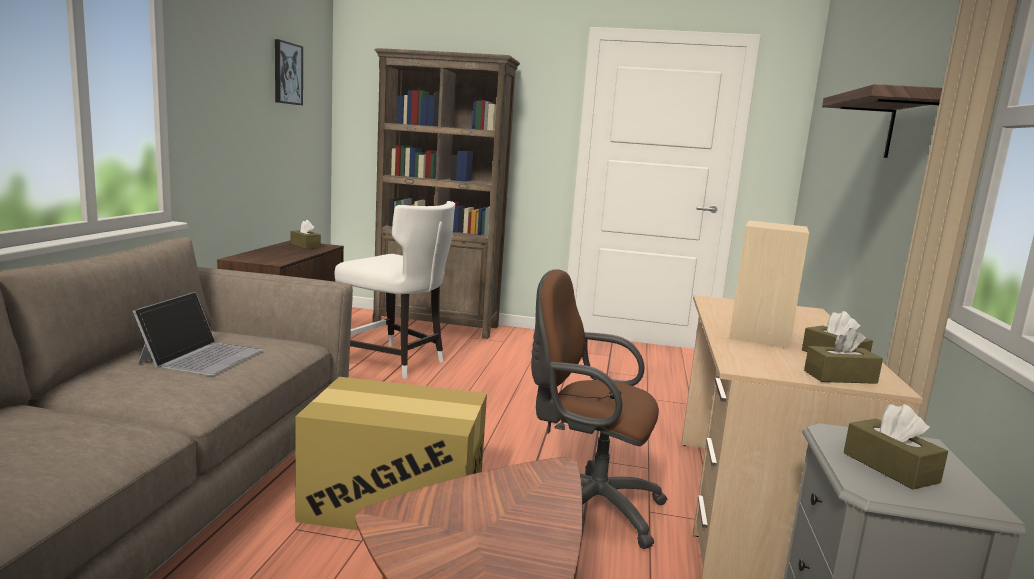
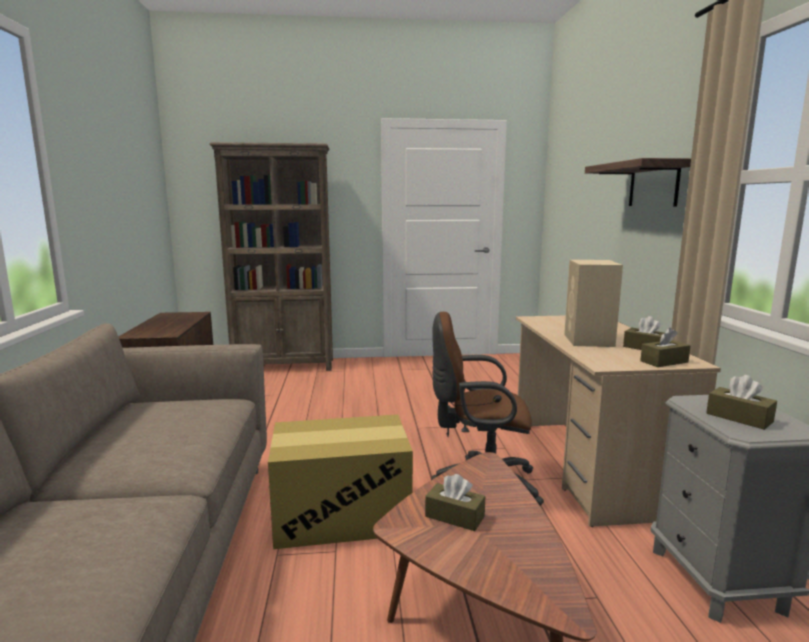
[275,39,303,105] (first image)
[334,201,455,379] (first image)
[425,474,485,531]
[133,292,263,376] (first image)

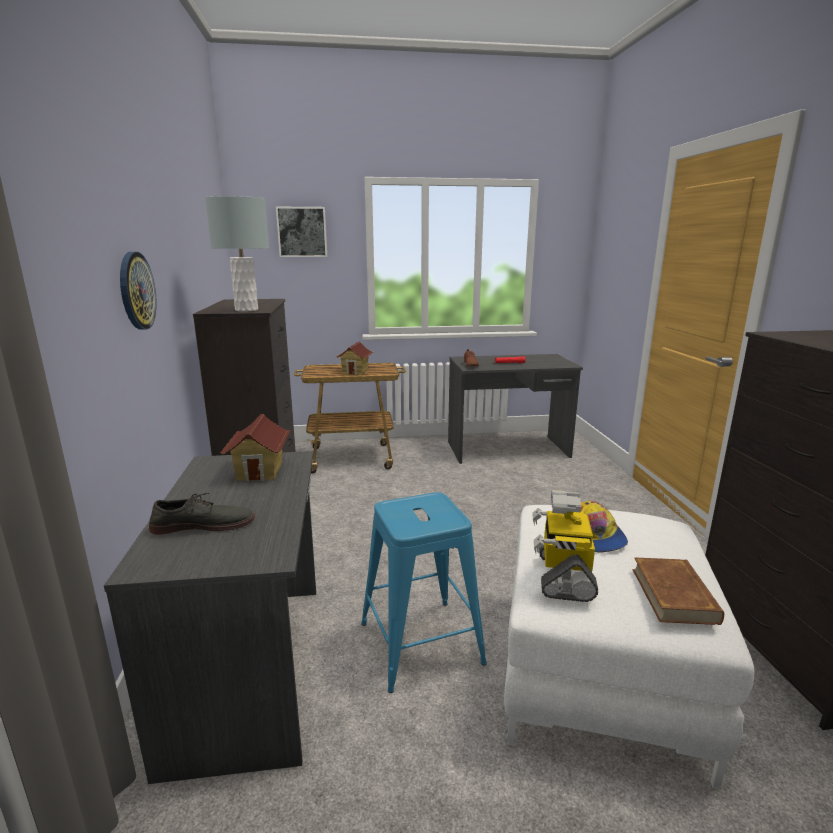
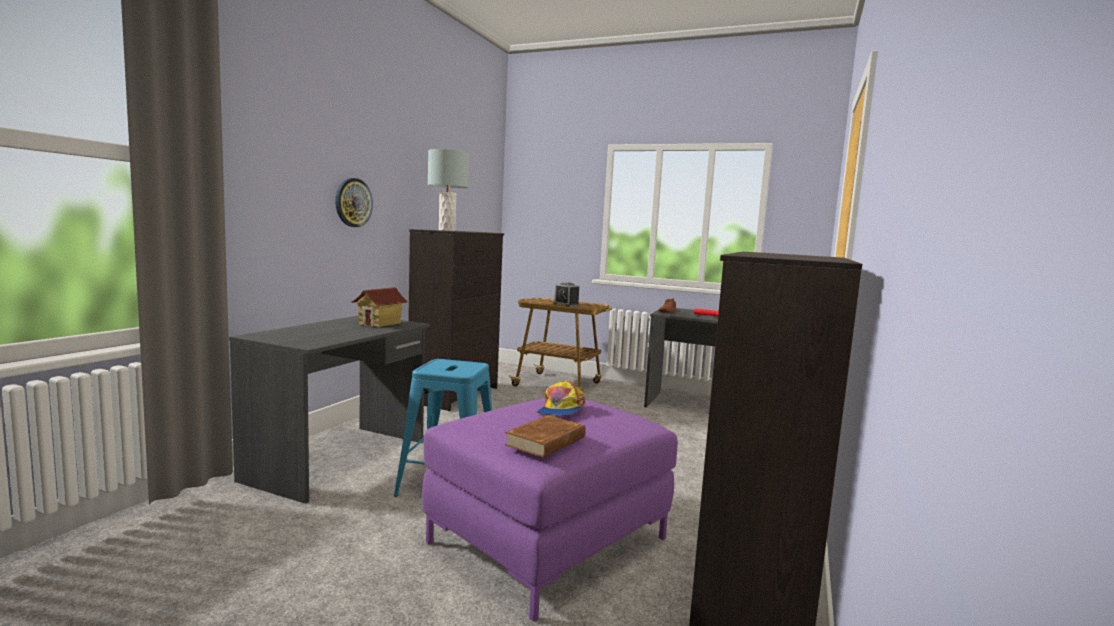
[276,207,327,257] (first image)
[553,283,579,307]
[532,490,598,602] (first image)
[149,493,255,535] (first image)
[422,398,678,622]

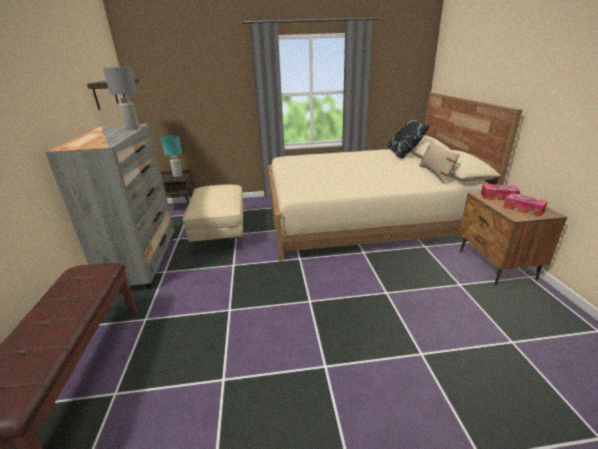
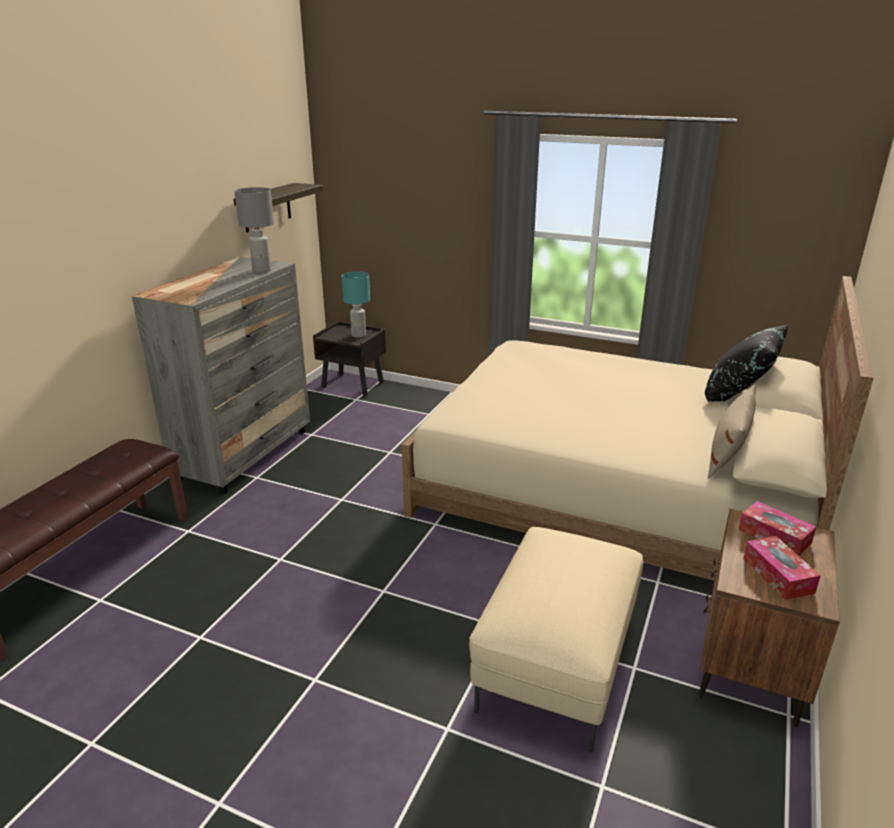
[469,527,643,752]

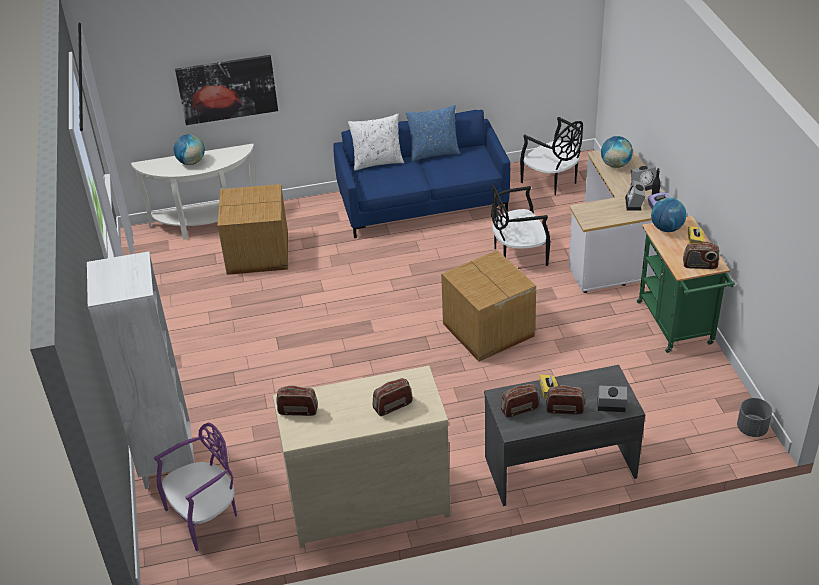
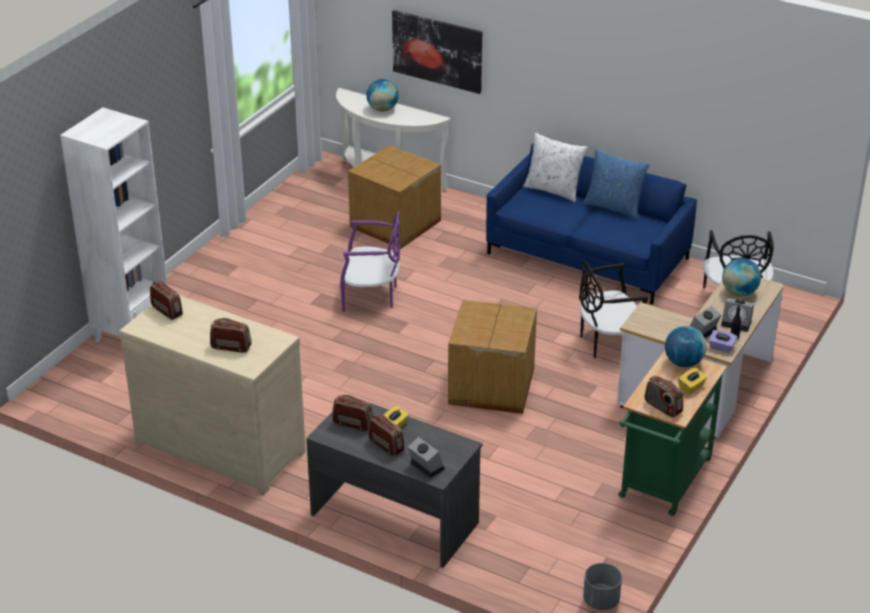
[579,260,648,358]
[340,212,400,312]

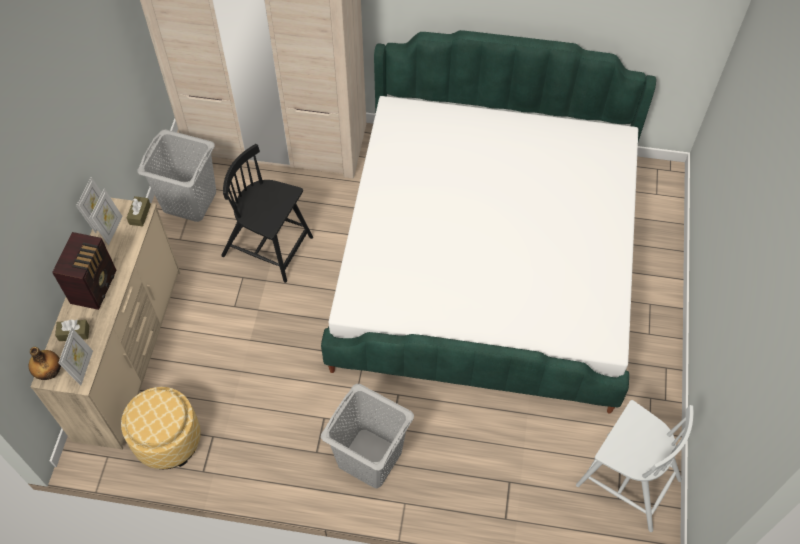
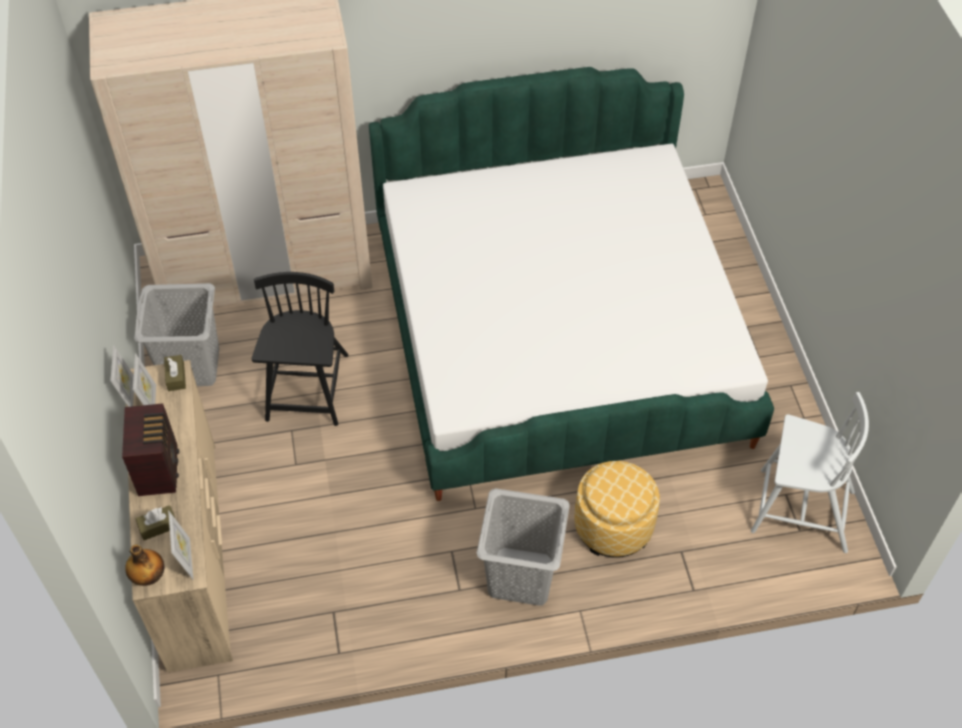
[252,272,348,426]
[575,461,660,558]

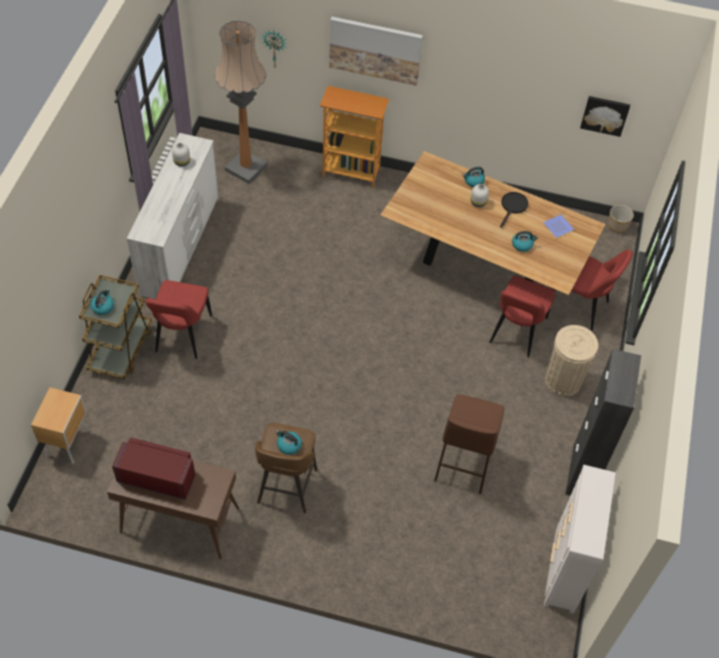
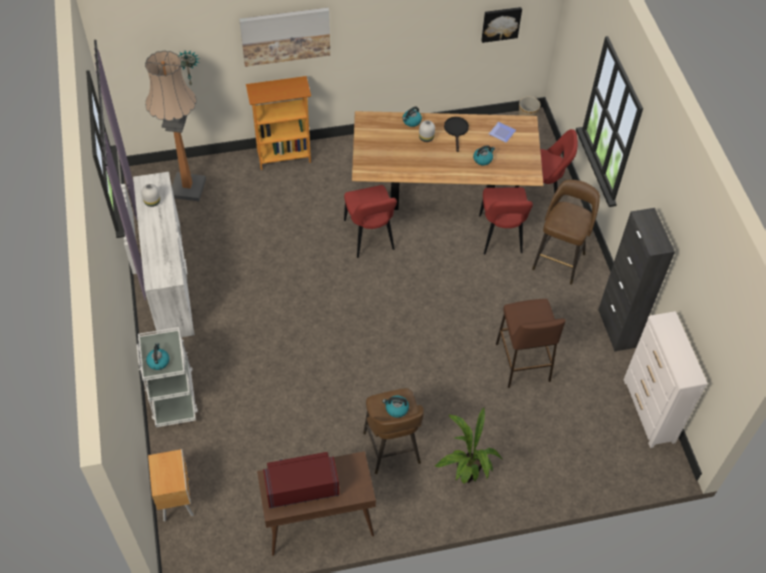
[137,327,198,427]
[344,185,397,258]
[532,180,600,285]
[434,407,503,484]

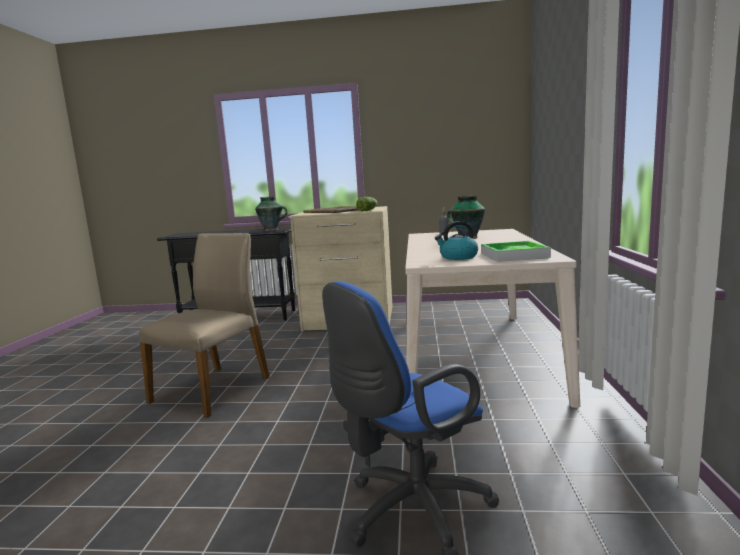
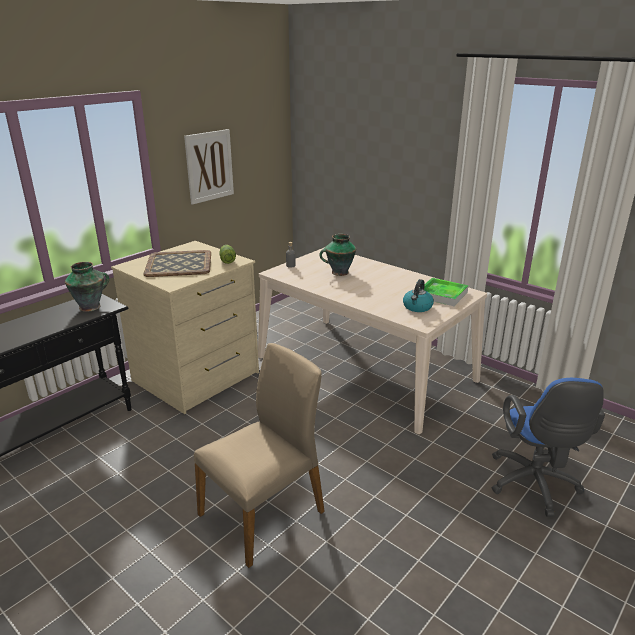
[194,343,325,568]
[184,129,234,205]

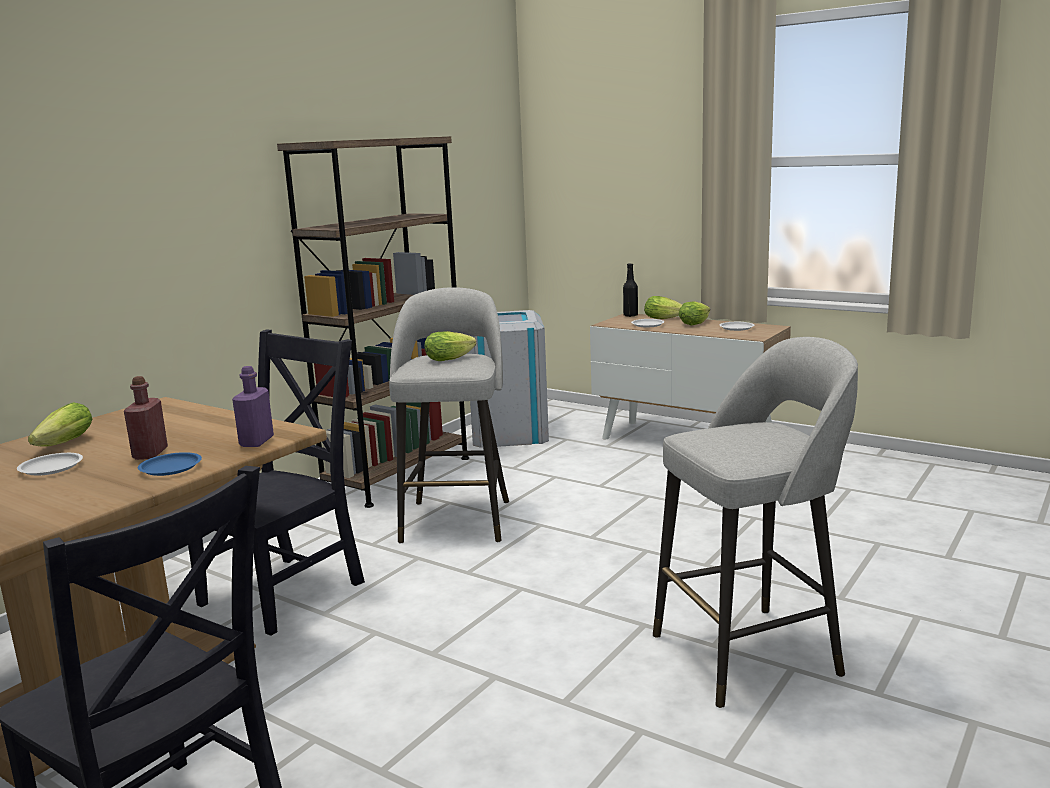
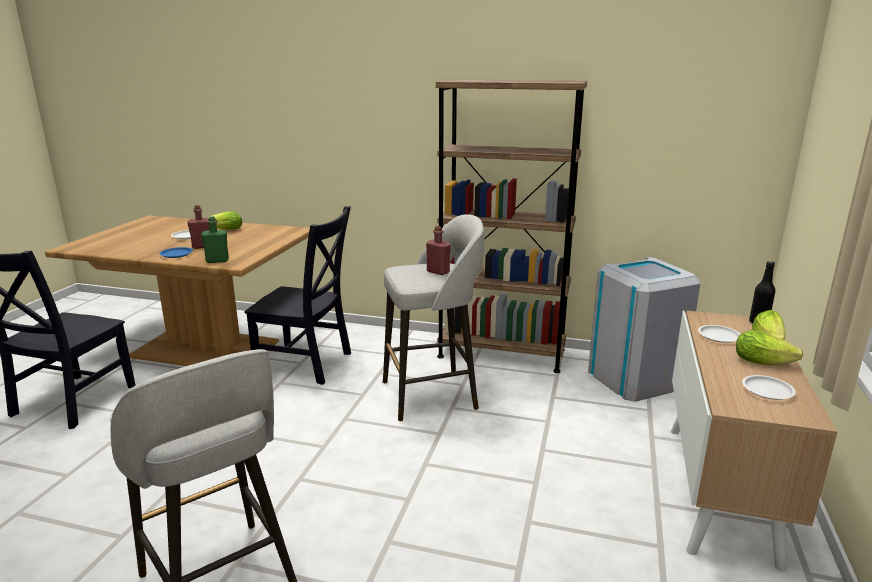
[426,226,451,275]
[201,216,229,263]

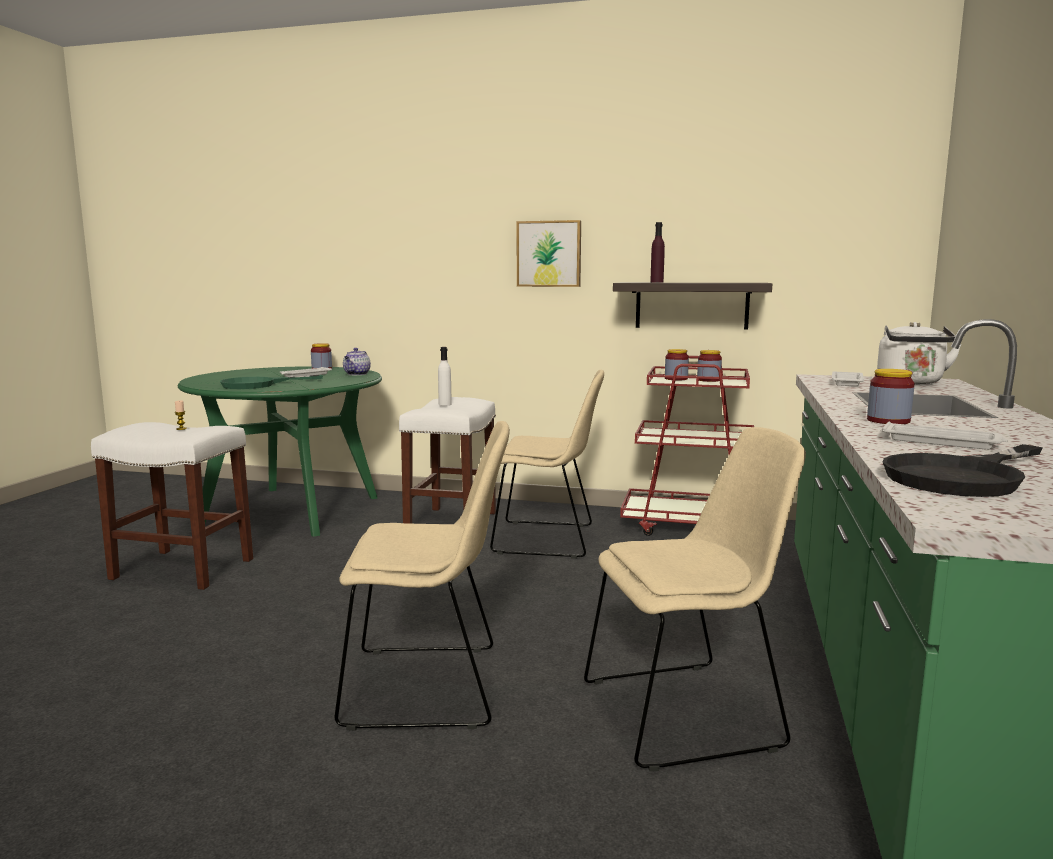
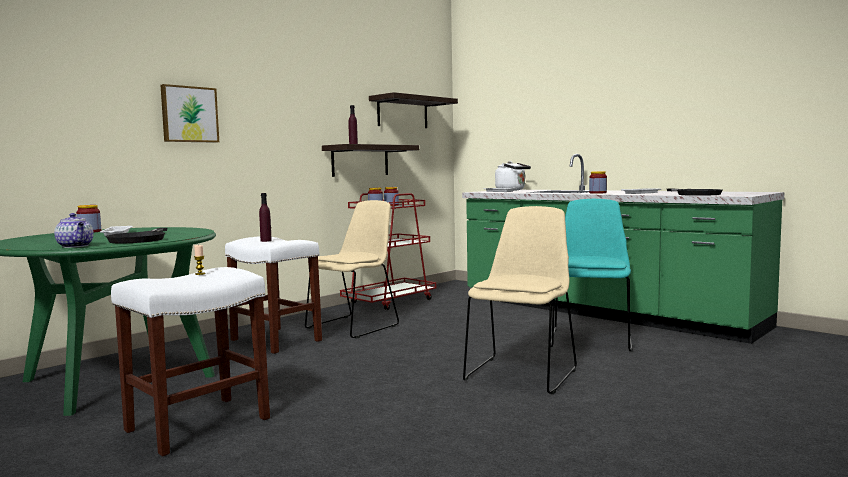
[160,84,219,143]
[259,193,272,242]
[54,213,94,248]
[106,228,167,243]
[551,199,633,352]
[369,92,458,128]

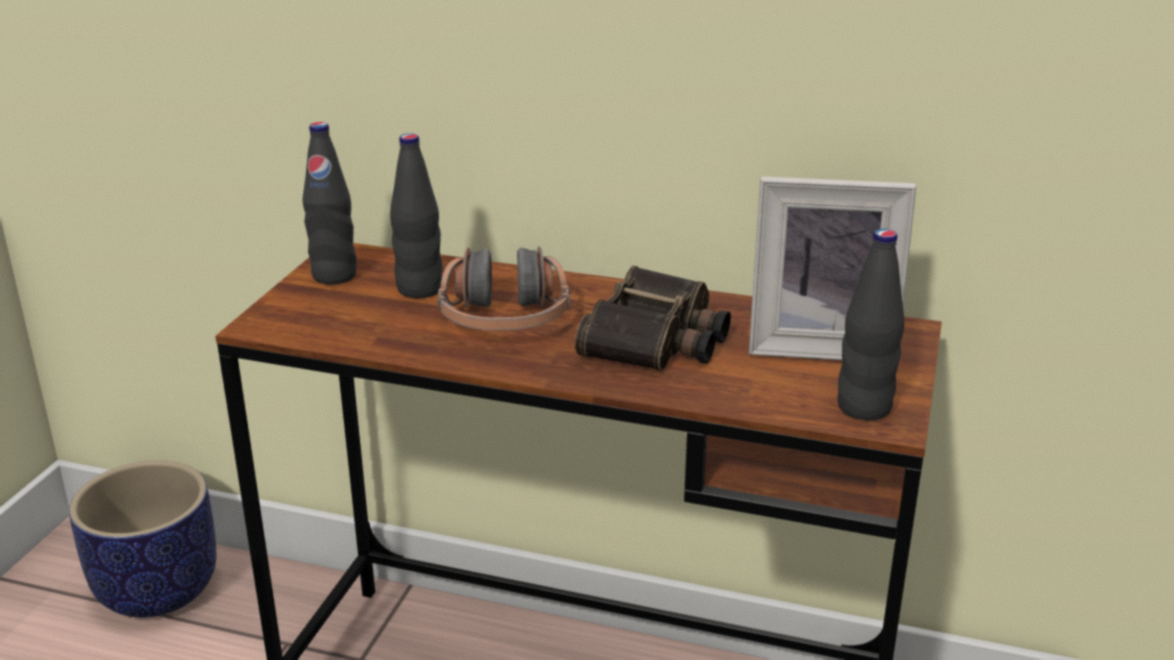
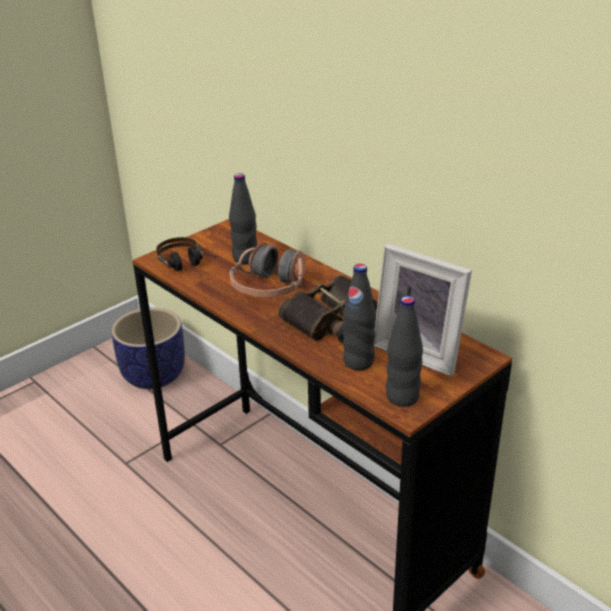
[343,264,376,370]
[156,237,218,271]

